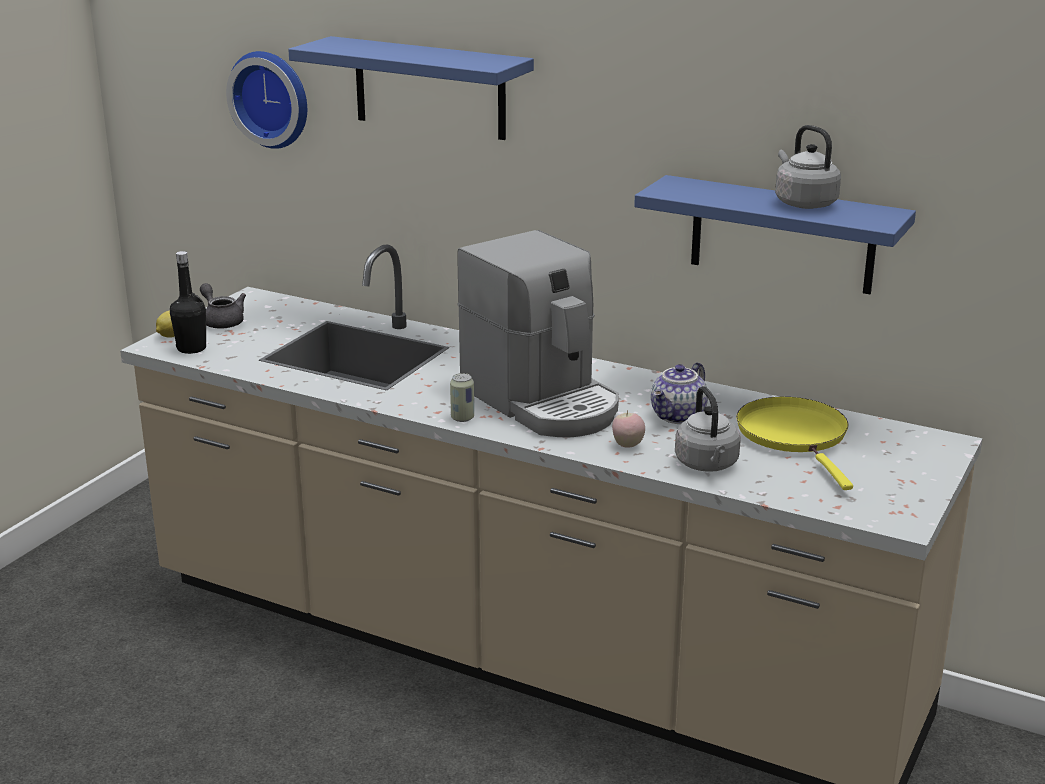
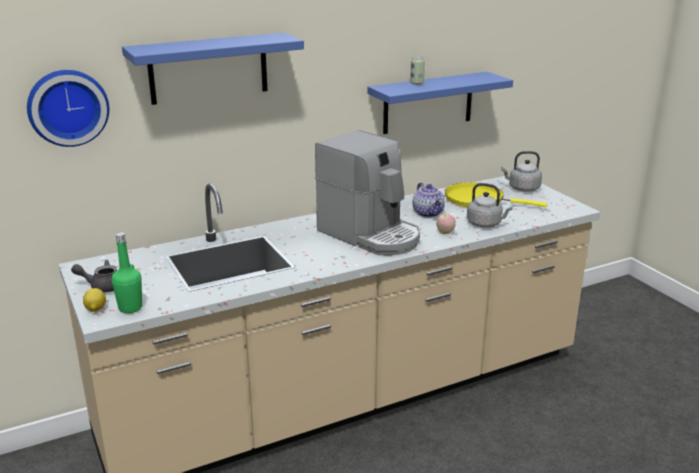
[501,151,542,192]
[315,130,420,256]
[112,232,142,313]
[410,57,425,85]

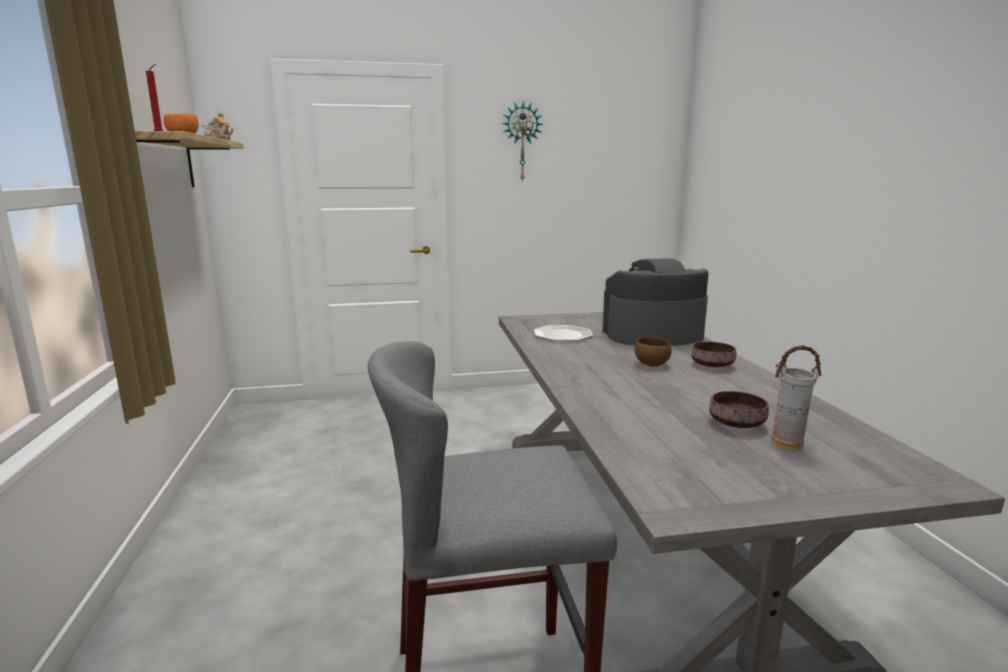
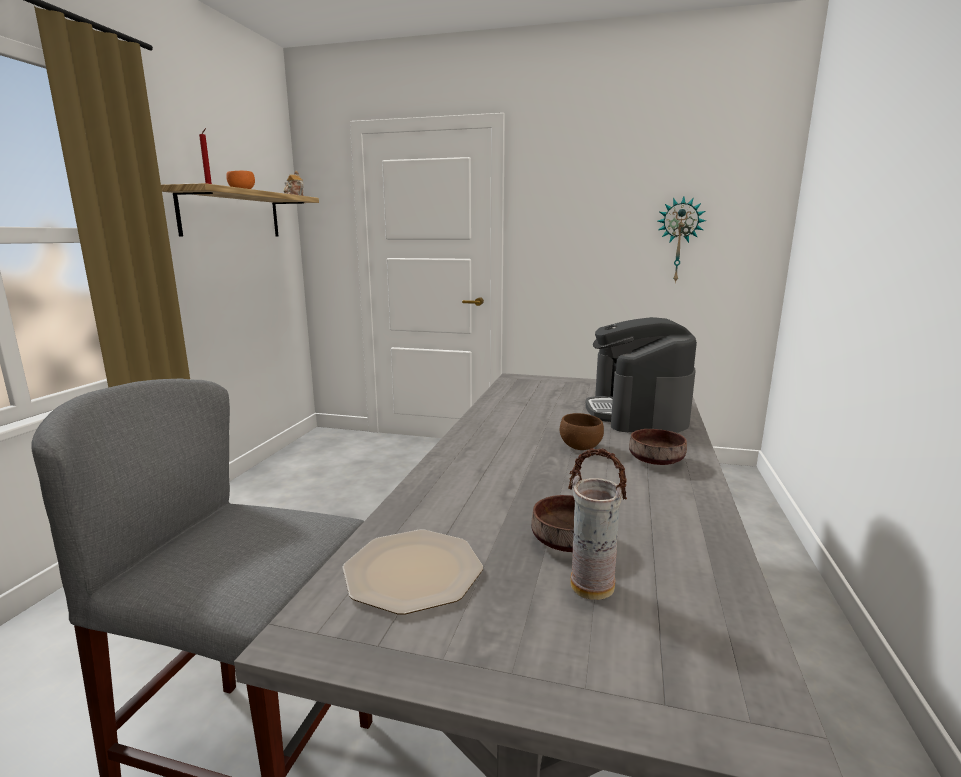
[658,196,706,283]
[585,317,697,433]
[343,530,483,615]

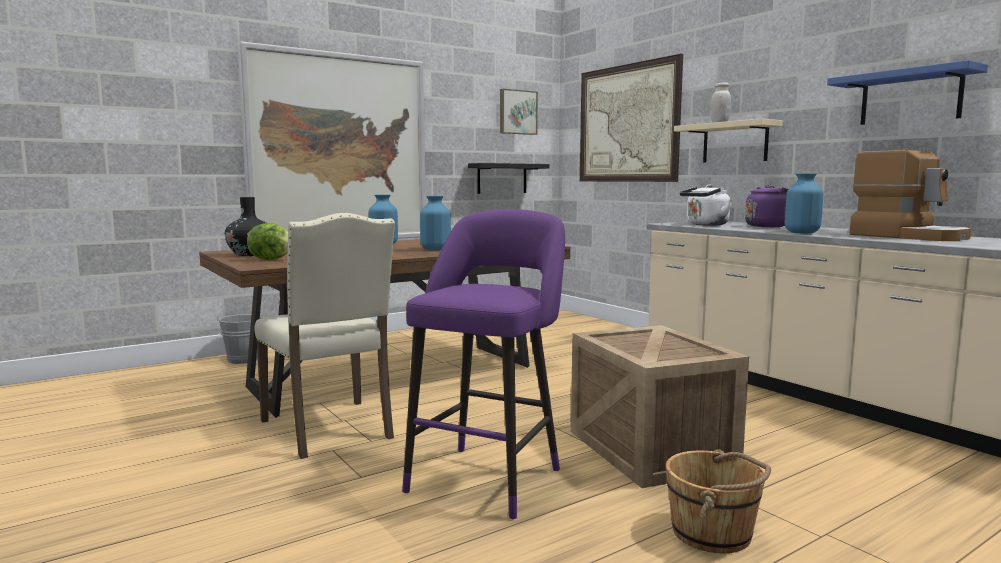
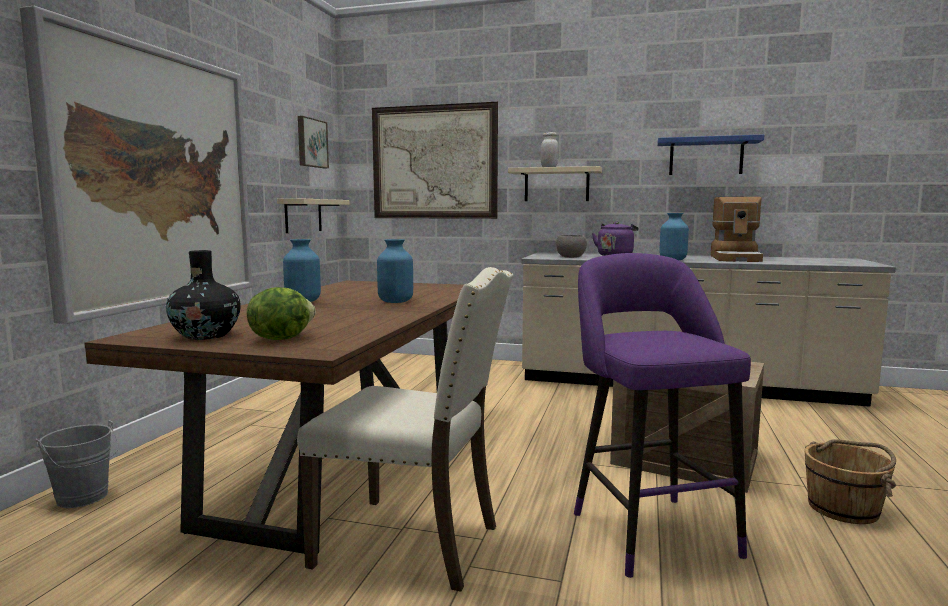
[711,197,763,262]
[277,199,350,233]
[556,235,587,258]

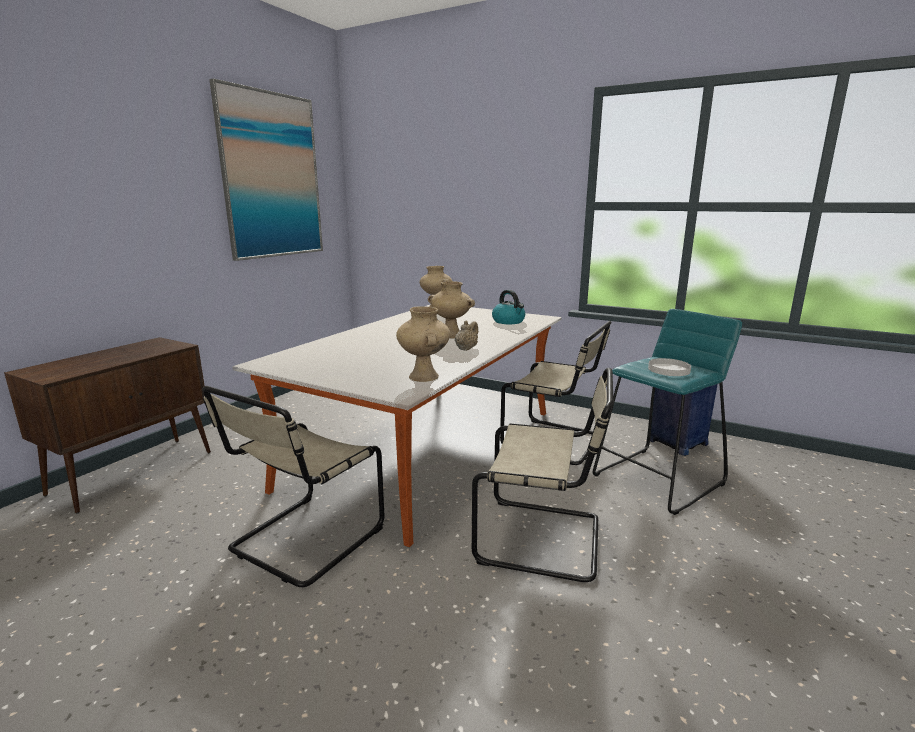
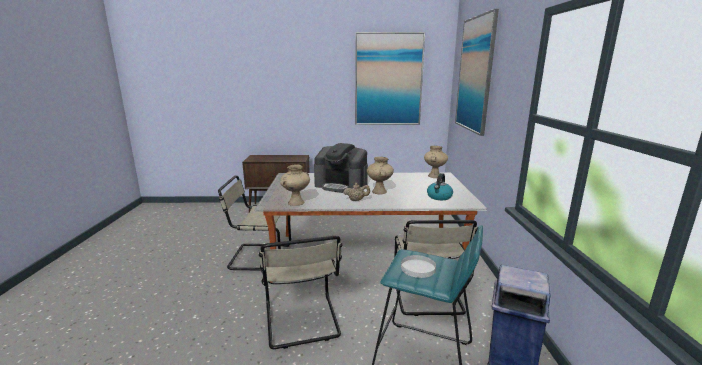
[455,9,499,136]
[314,143,368,193]

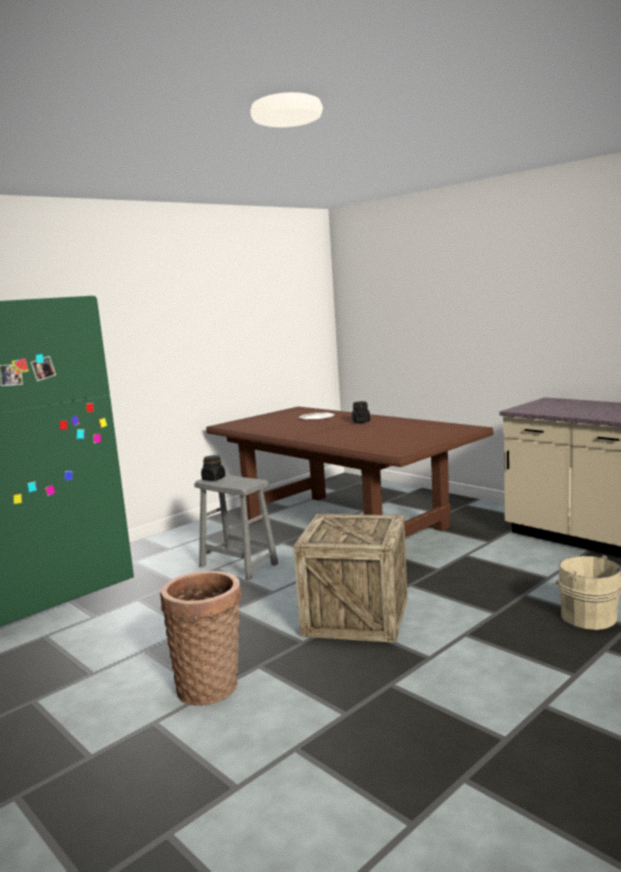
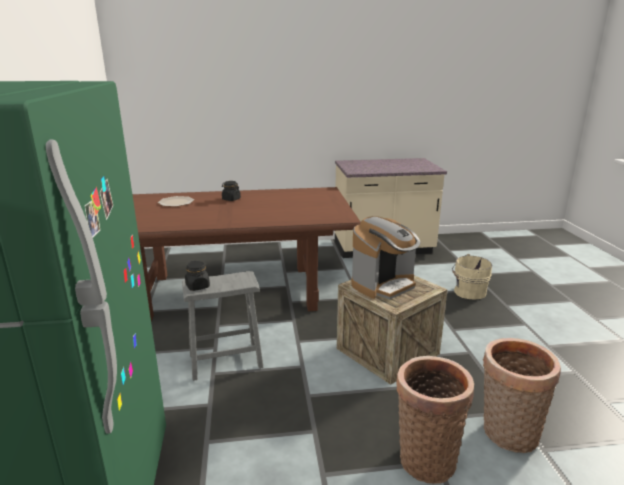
[351,216,421,299]
[483,338,561,453]

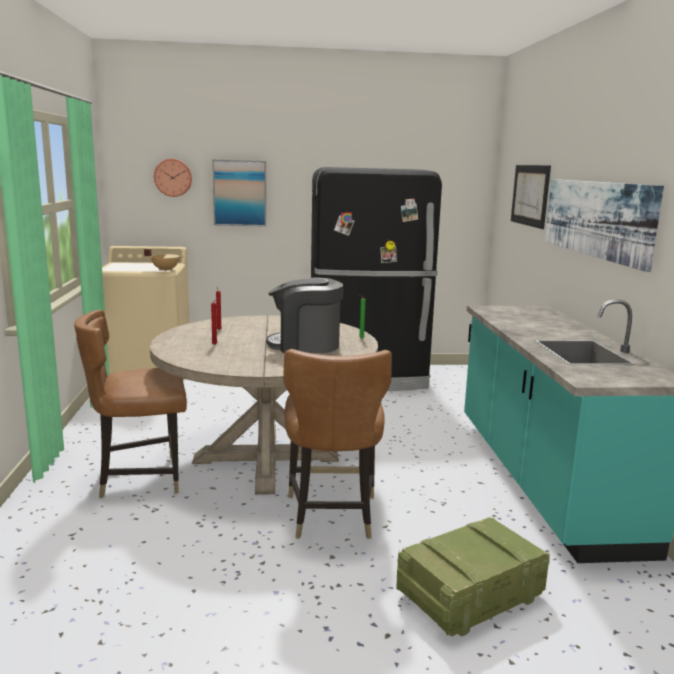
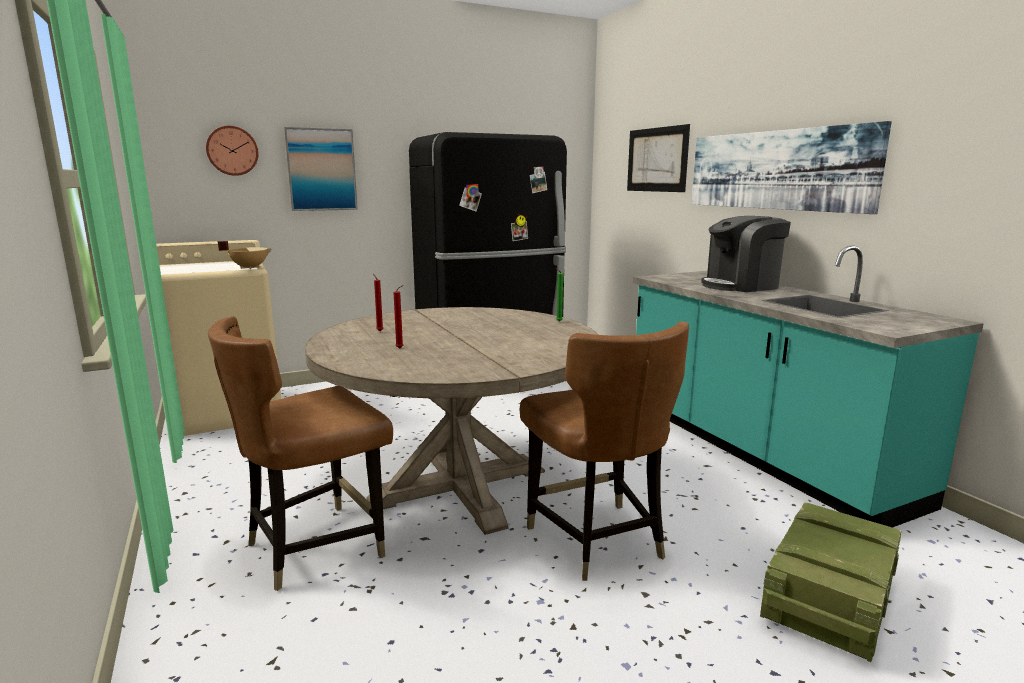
[701,216,791,292]

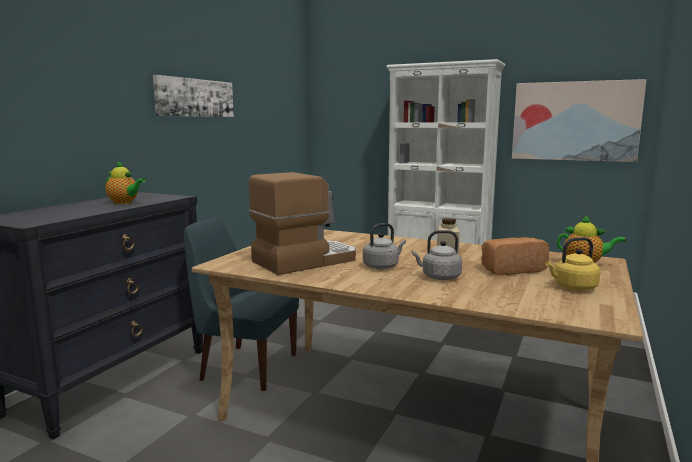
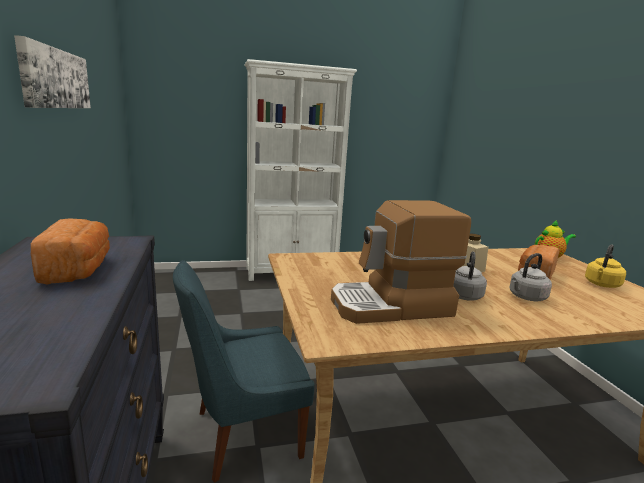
[512,79,647,162] (first image)
[31,218,110,285]
[331,200,471,324]

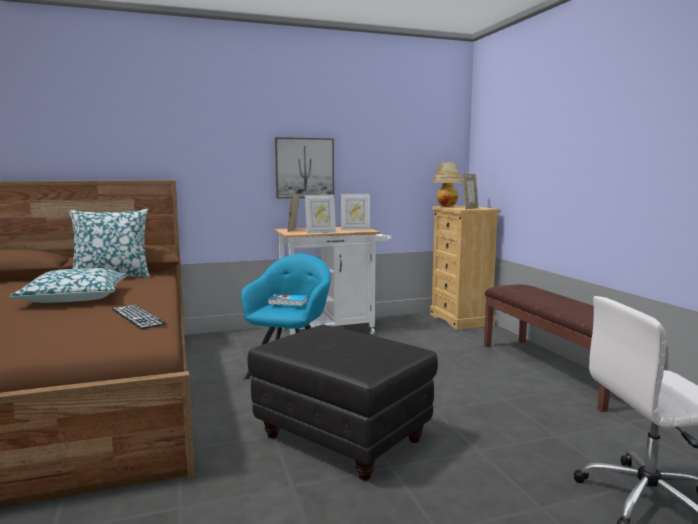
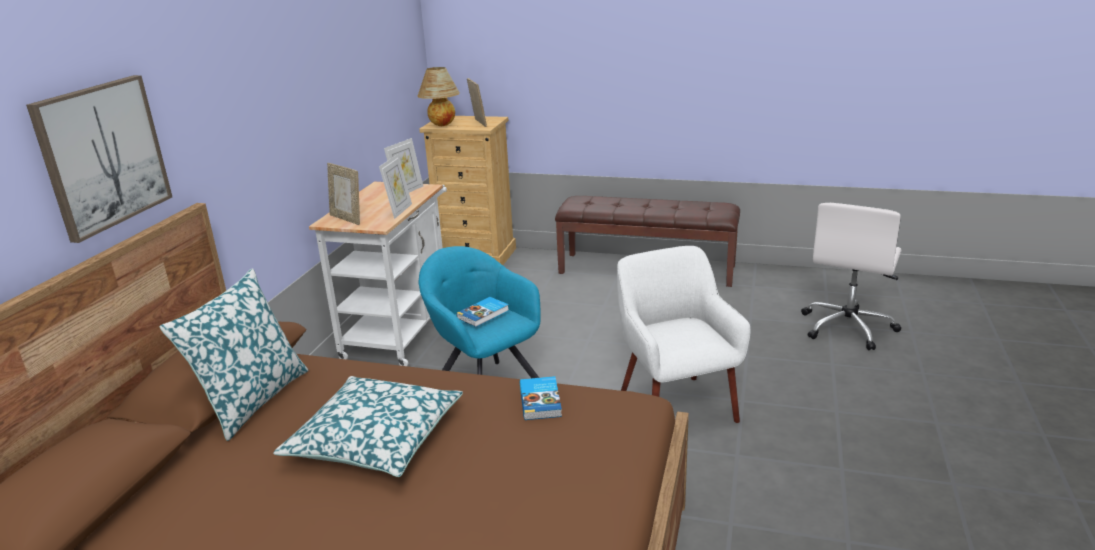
[26,75,172,243]
[520,376,562,420]
[617,246,750,423]

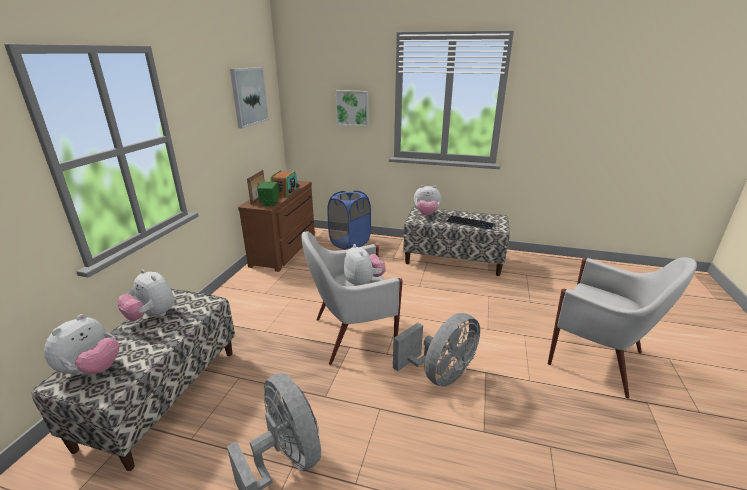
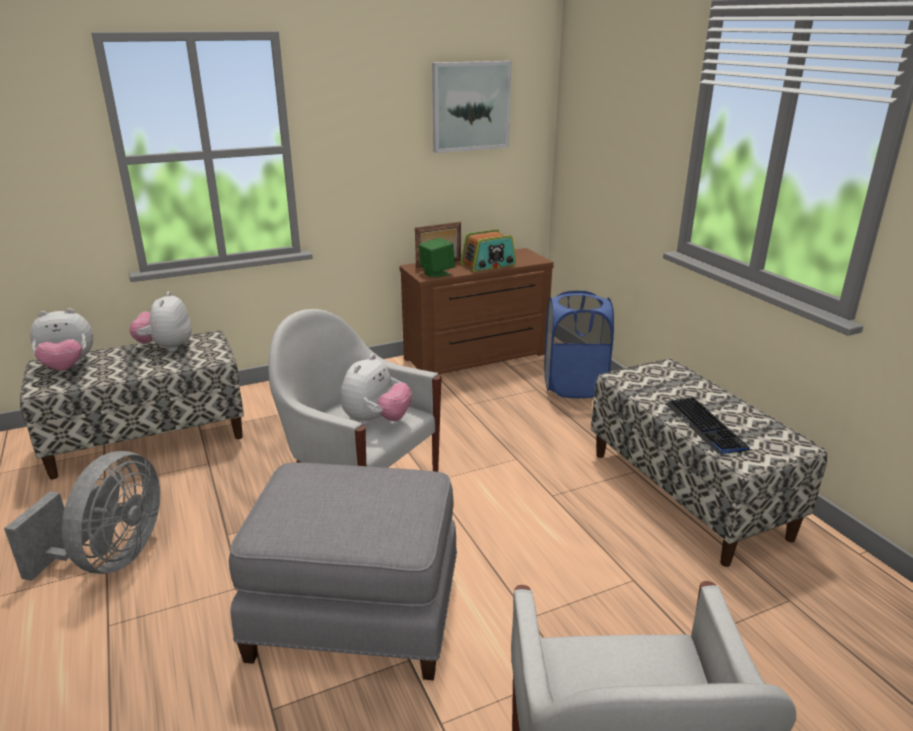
[335,90,369,127] (first image)
[414,185,441,215] (first image)
[229,463,457,680]

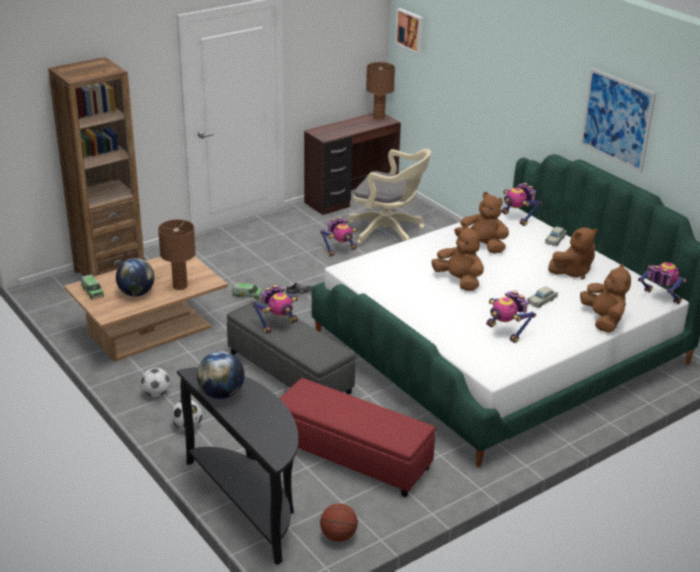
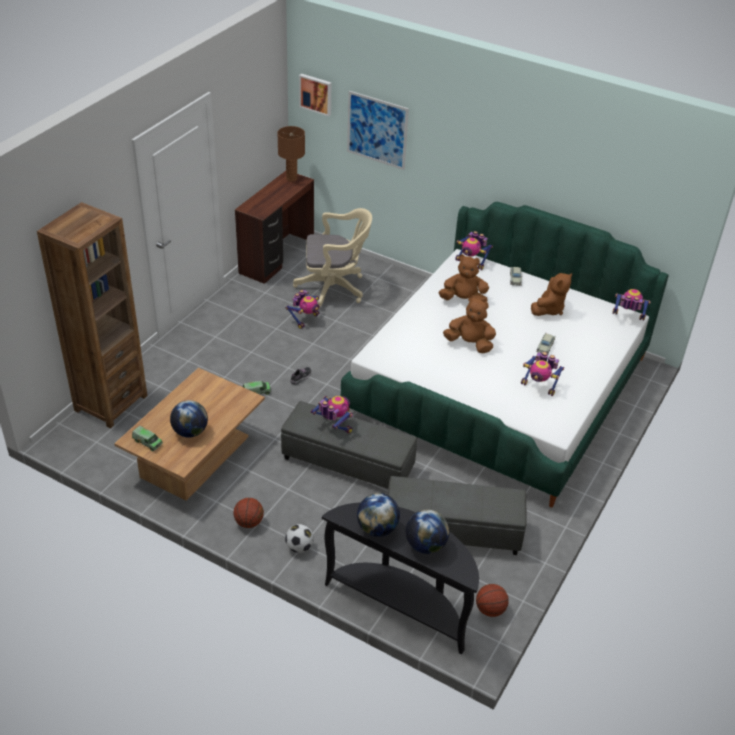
[347,91,409,170]
[158,219,196,290] (first image)
[580,264,631,333] (first image)
[311,396,353,434]
[233,498,264,528]
[387,476,526,555]
[406,510,449,554]

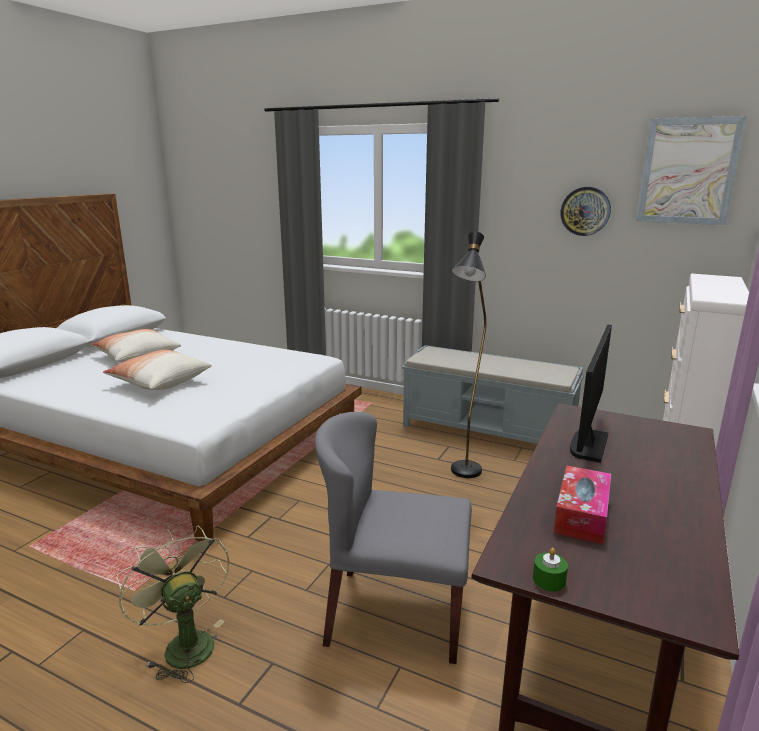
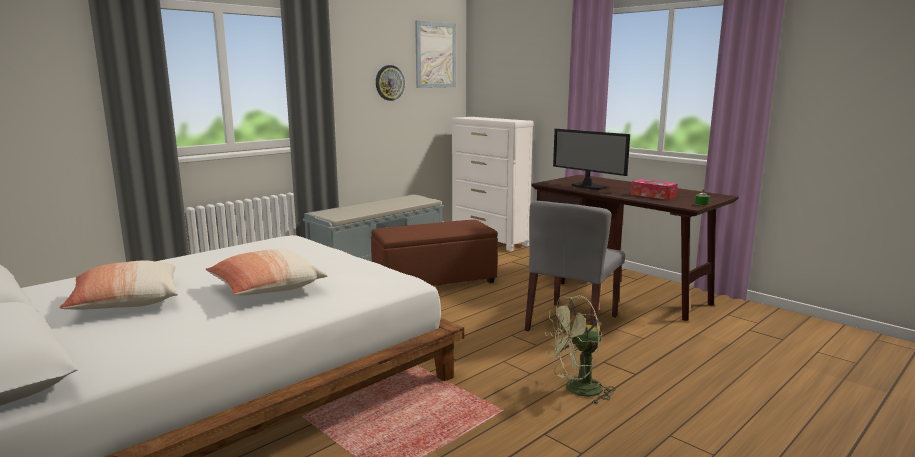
[371,220,498,286]

